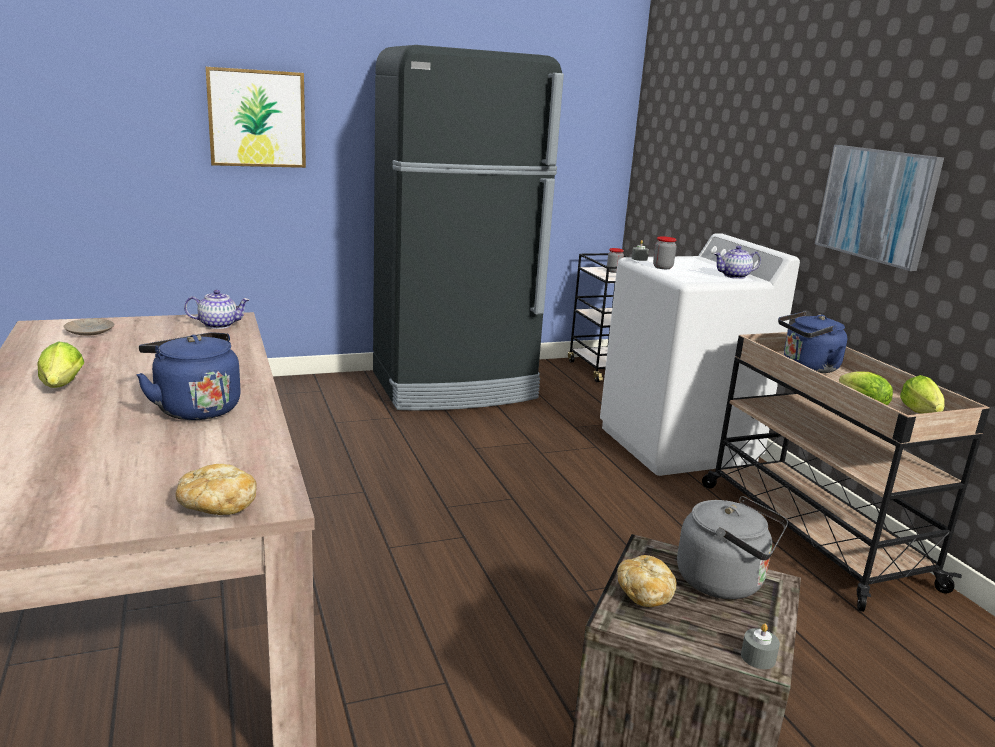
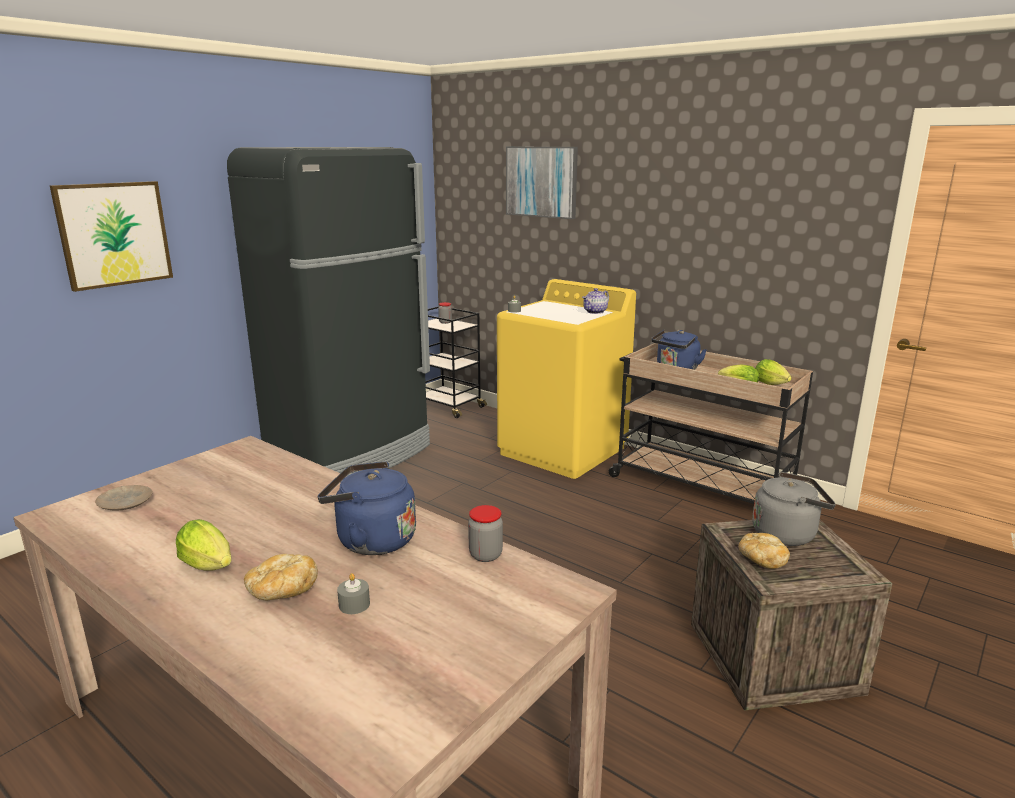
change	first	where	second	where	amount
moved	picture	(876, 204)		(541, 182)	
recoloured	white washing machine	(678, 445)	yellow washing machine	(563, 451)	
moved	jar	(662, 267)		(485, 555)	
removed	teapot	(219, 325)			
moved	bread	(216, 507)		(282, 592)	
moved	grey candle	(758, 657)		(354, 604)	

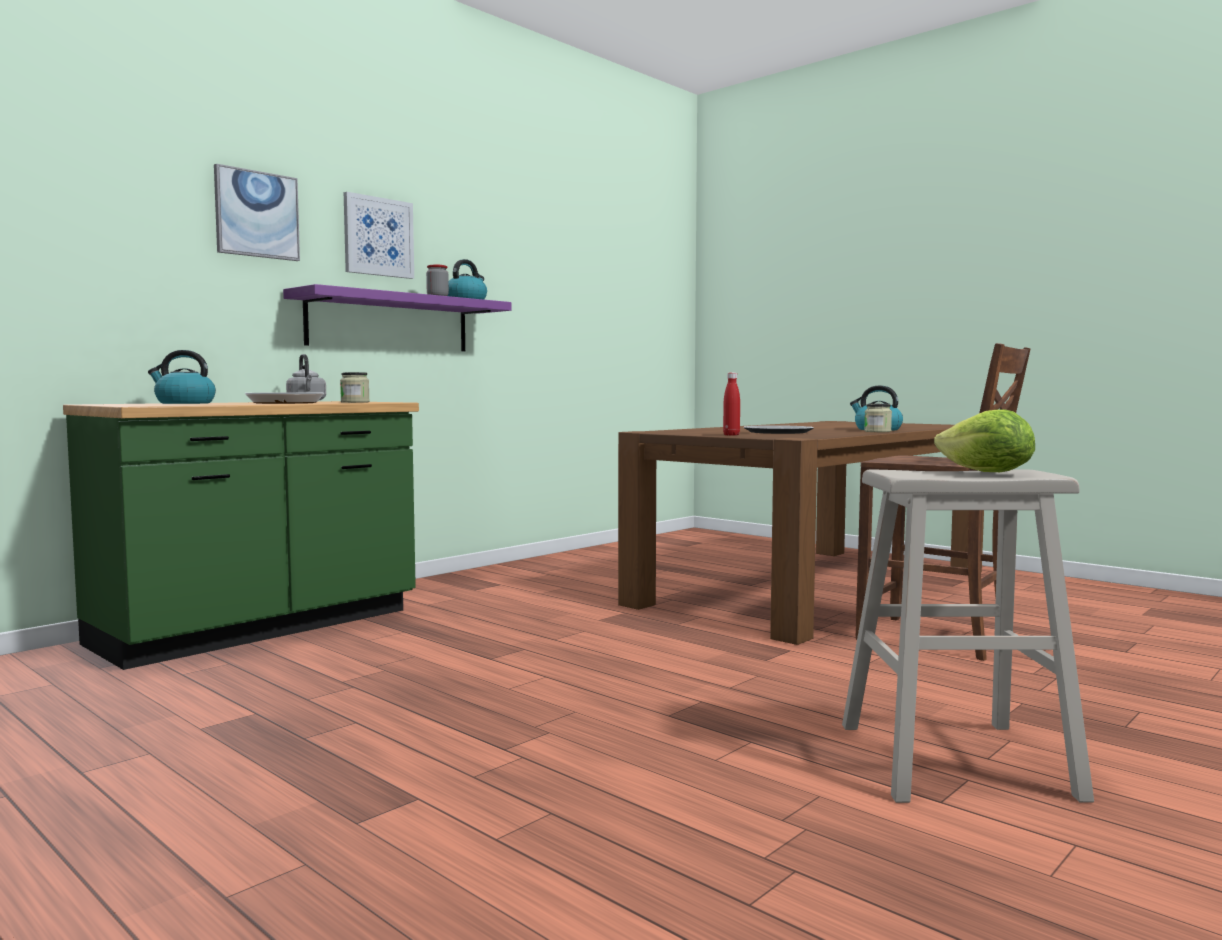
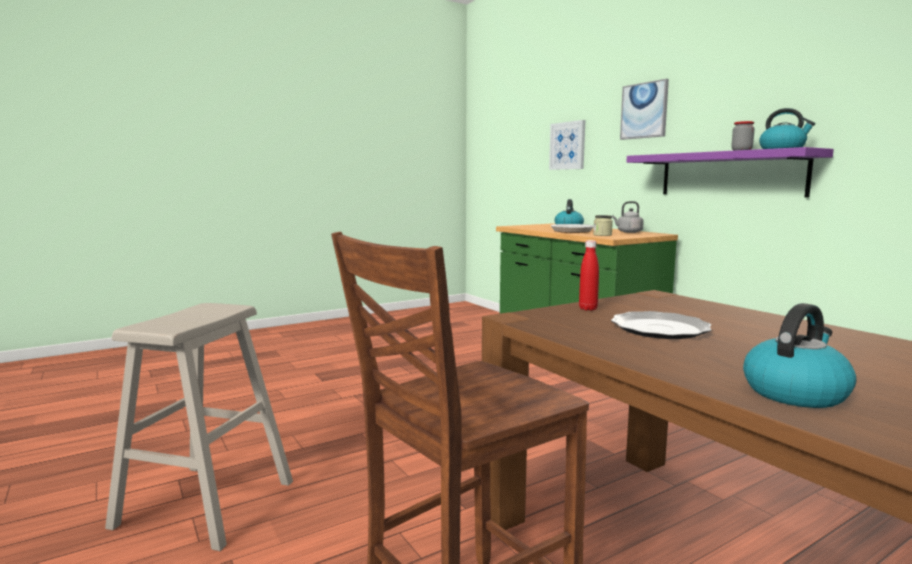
change	first	where	second	where	amount
moved	picture	(378, 237)		(567, 146)	
removed	jar	(877, 431)			
removed	lettuce	(986, 473)			

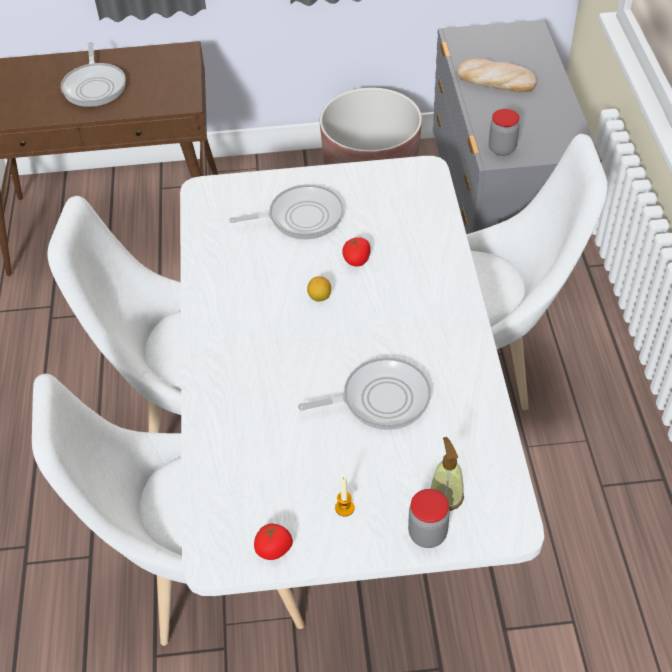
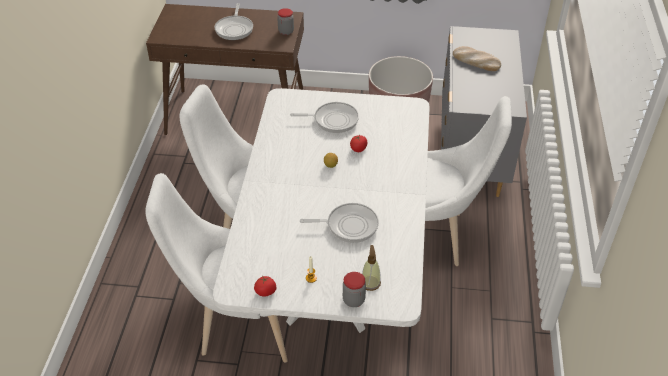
change	first	where	second	where	amount
moved	jar	(502, 149)		(286, 31)	

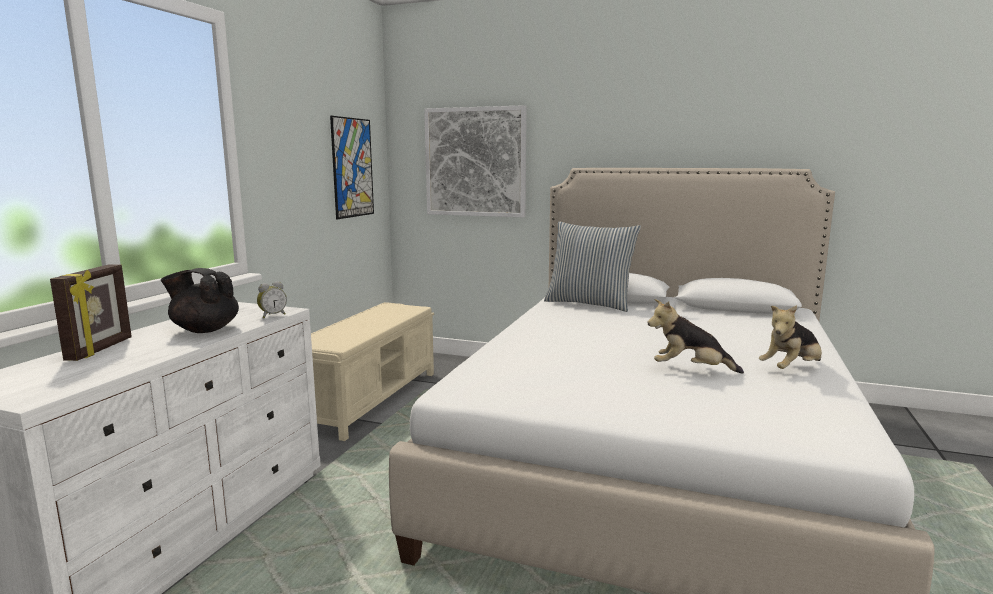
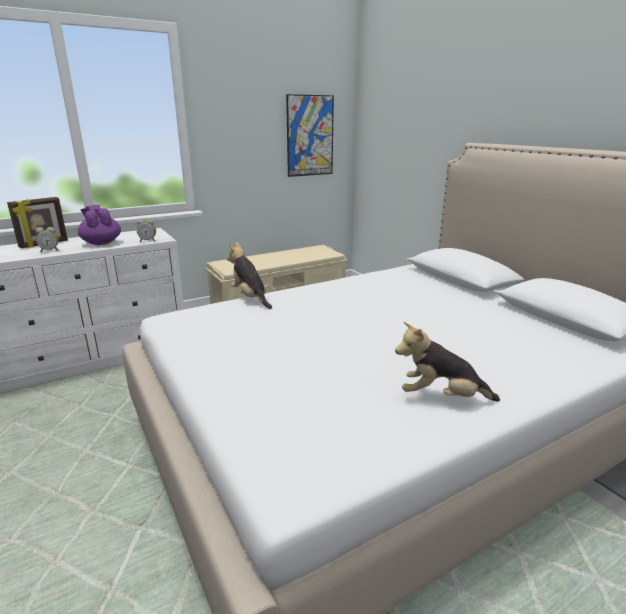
change	first	where	second	where	amount
removed	picture	(475, 162)			
removed	pillow	(589, 304)			
recoloured	black teapot	(204, 329)	purple teapot	(101, 243)	
moved	plush toy	(690, 370)		(250, 298)	
added			alarm clock	(50, 251)	

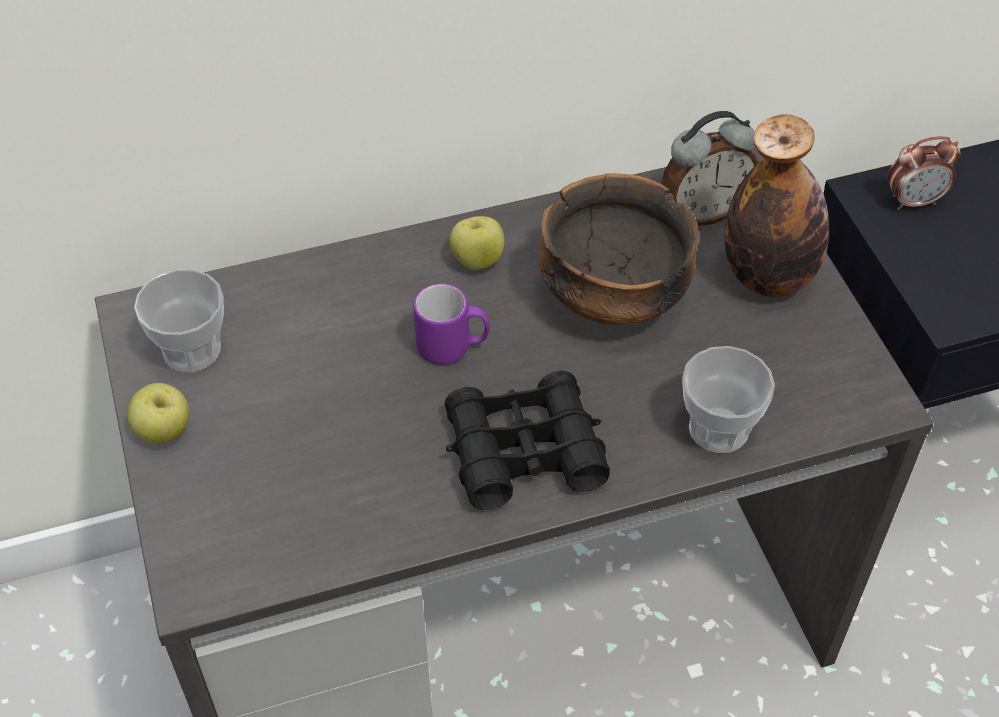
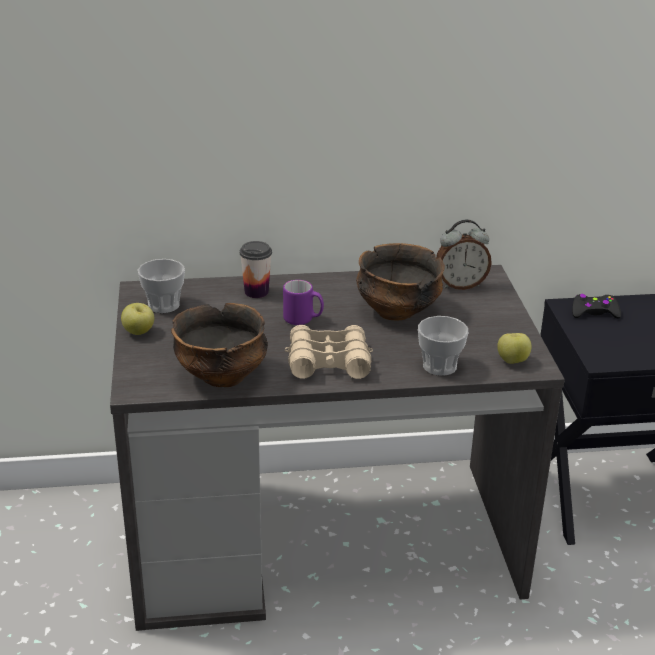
change	first	where	second	where	amount
removed	bottle	(768, 276)			
replaced	alarm clock	(913, 201)	black game controller	(594, 312)	
moved	apple	(477, 260)		(512, 361)	
recoloured	black binoculars	(524, 451)	beige binoculars	(328, 362)	
added			cup	(256, 292)	
added			bowl	(222, 376)	

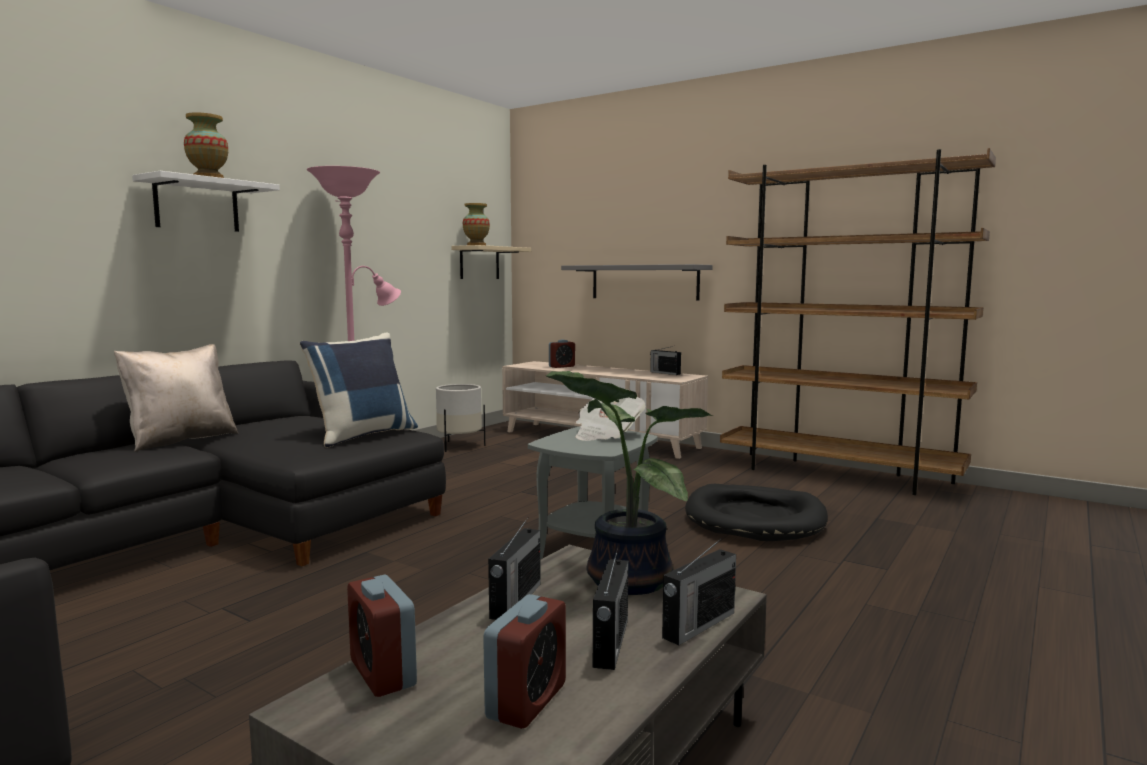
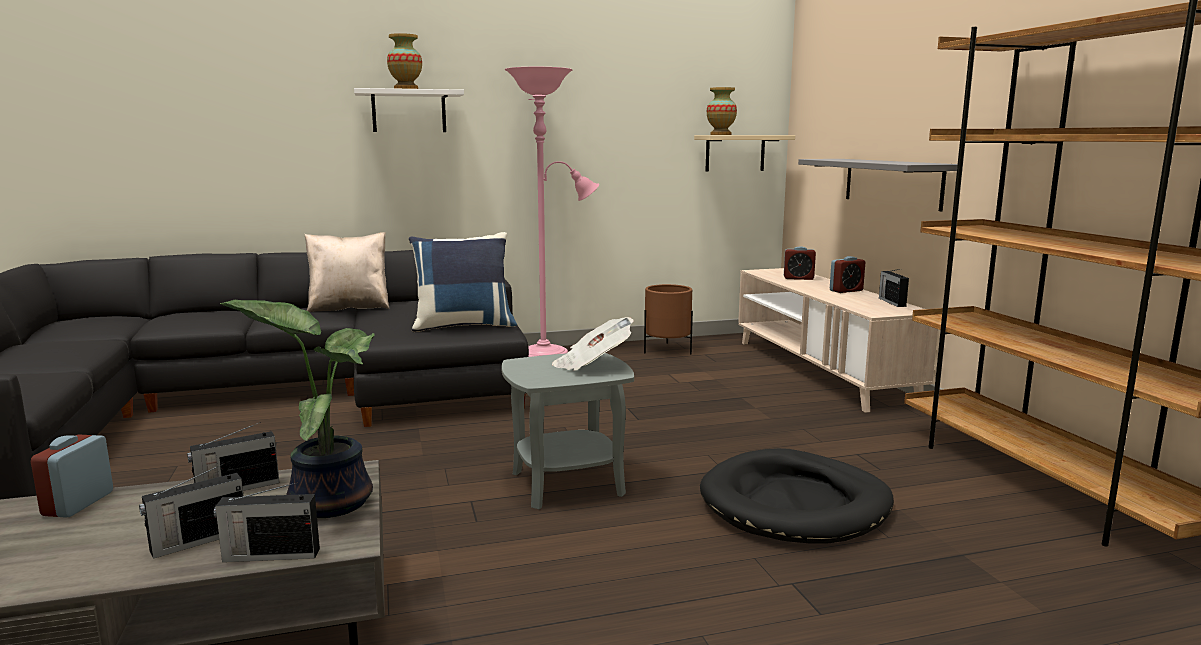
change	first	where	second	where	amount
recoloured	white planter	(459, 446)	brown planter	(667, 350)	
moved	alarm clock	(527, 701)		(846, 291)	

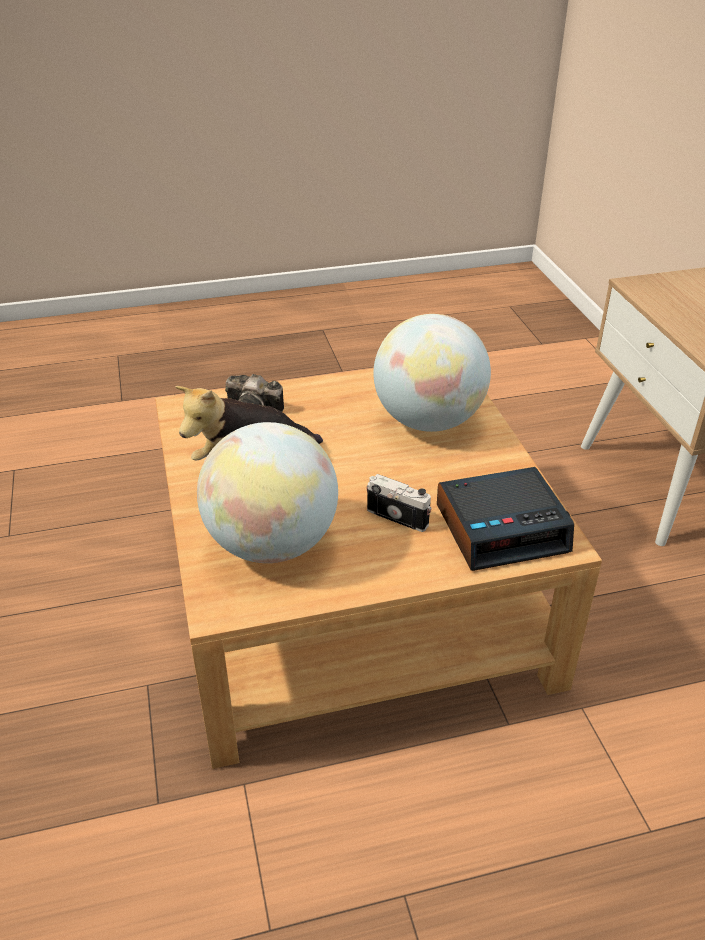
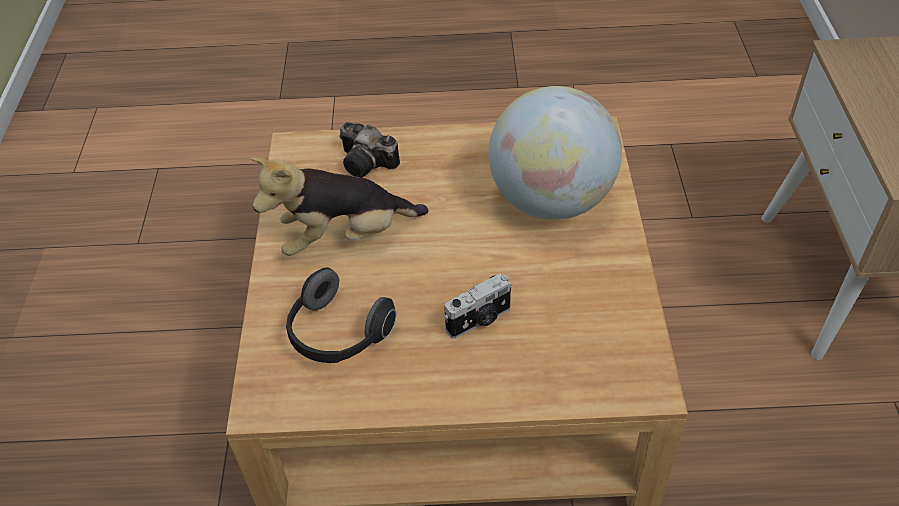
change	first	where	second	where	amount
replaced	globe	(271, 544)	headphones	(337, 334)	
removed	alarm clock	(502, 528)			
turned	photo camera	(398, 516)		(480, 320)	105 degrees clockwise

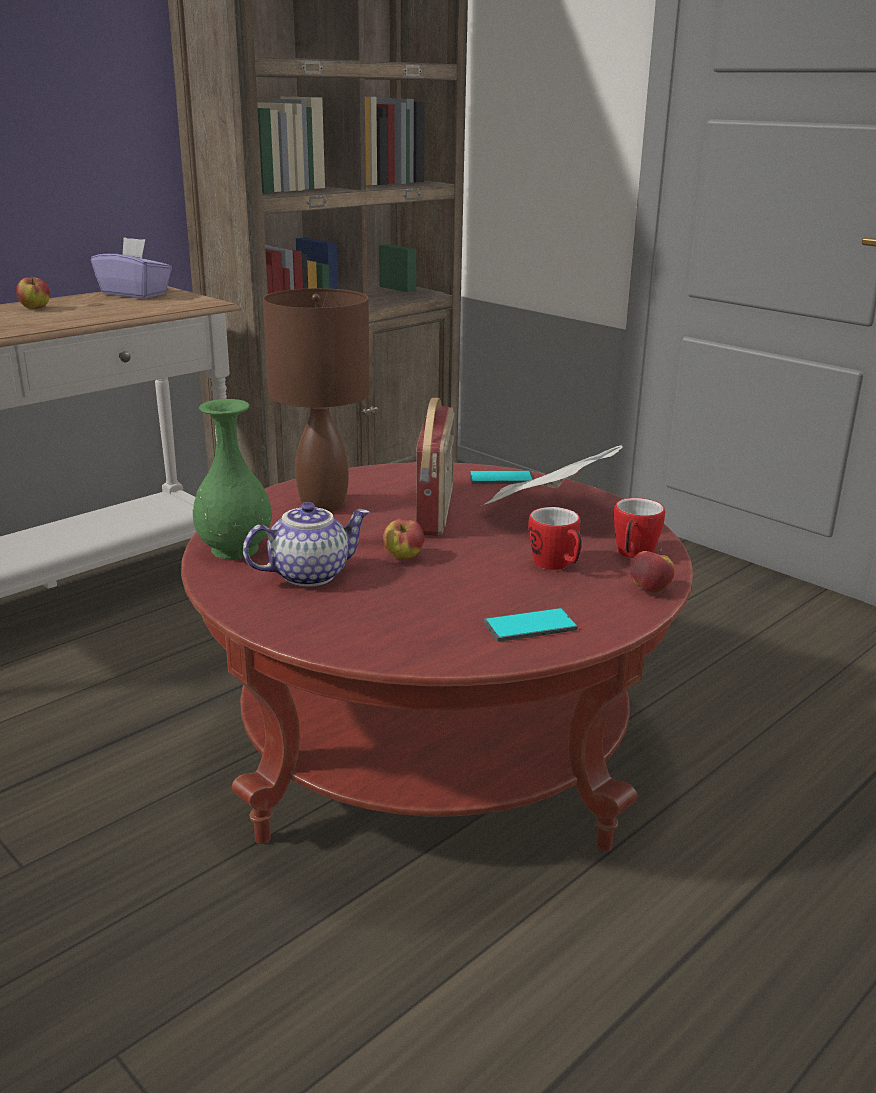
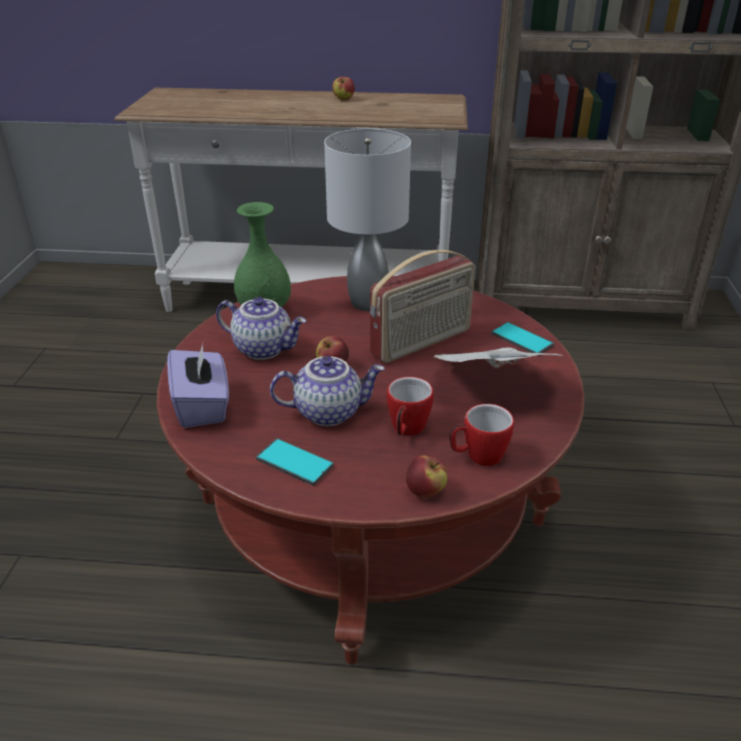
change	first	where	second	where	amount
moved	purple tissue box	(135, 294)		(202, 406)	
recoloured	brown table lamp	(324, 505)	grey table lamp	(367, 303)	
added			teapot	(329, 411)	

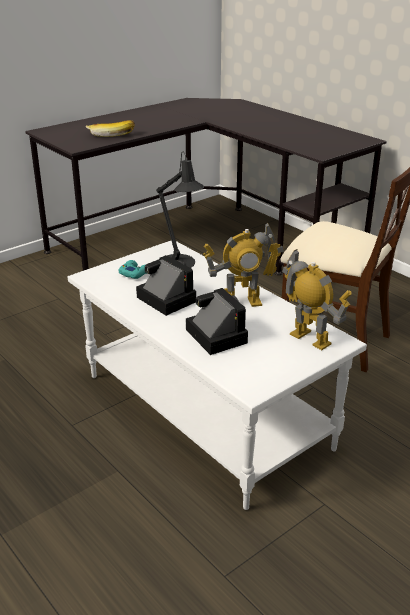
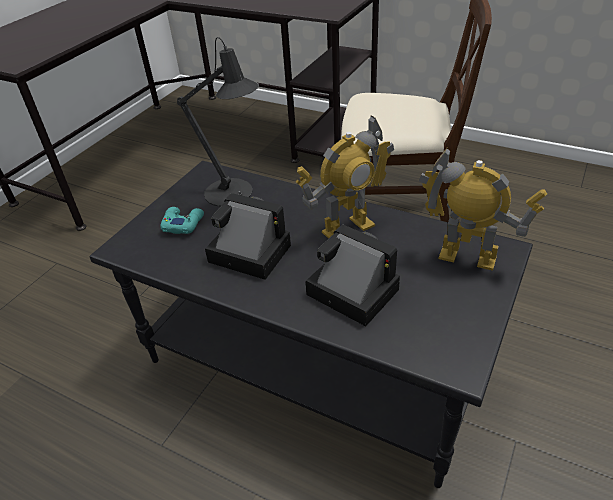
change	first	where	second	where	amount
removed	banana	(111, 134)			
recoloured	white coffee table	(203, 411)	black coffee table	(312, 363)	

